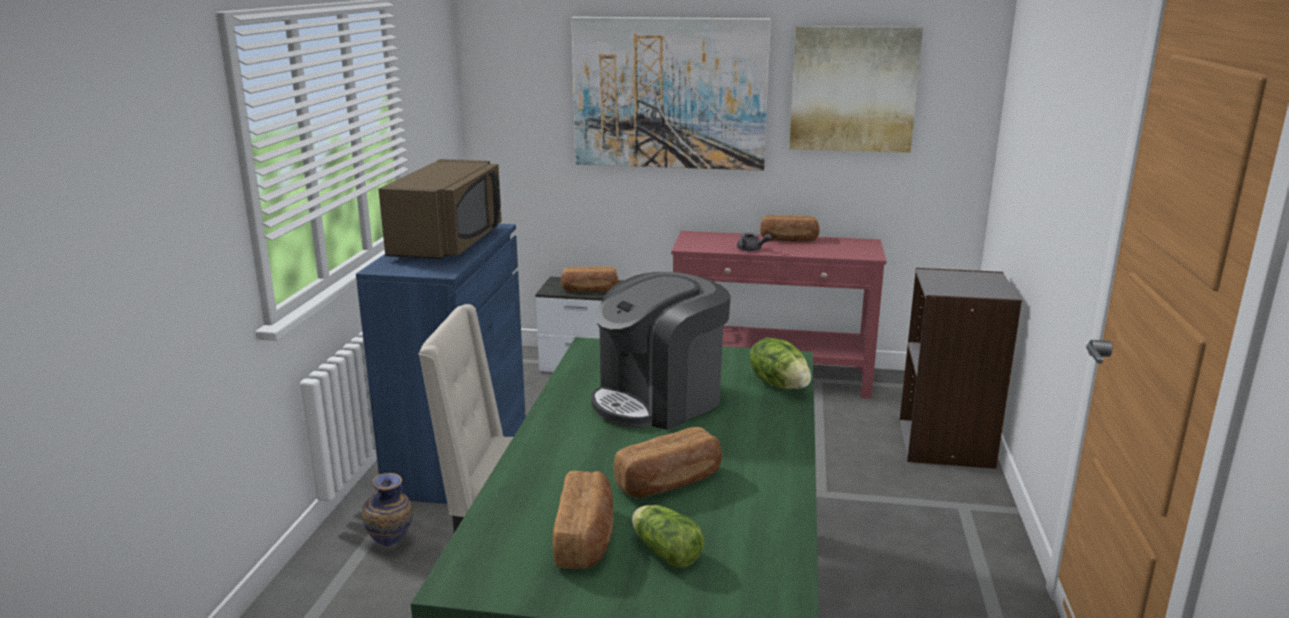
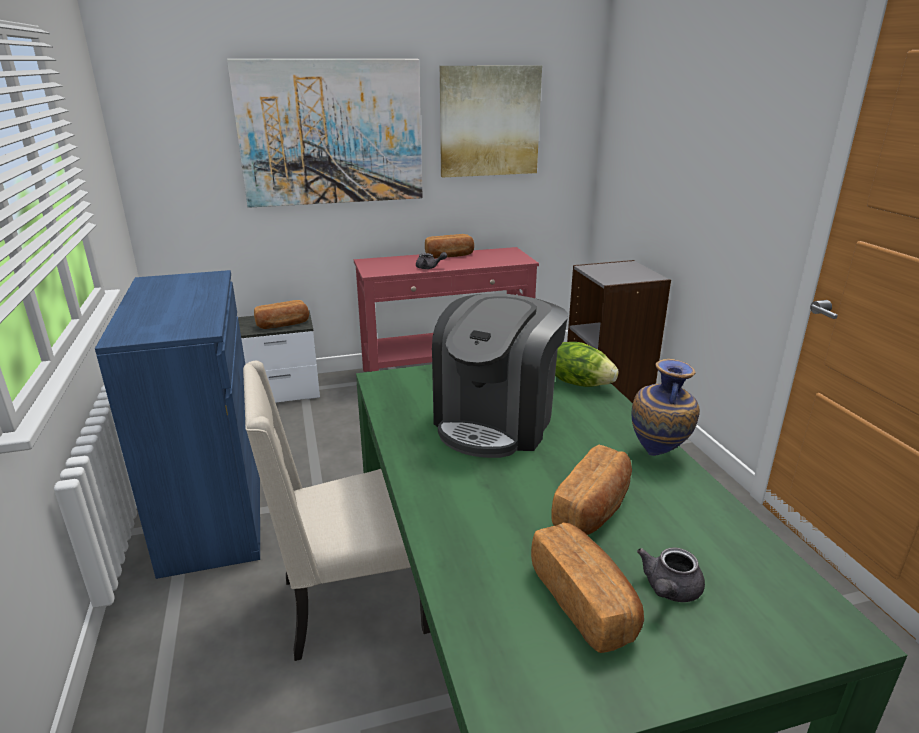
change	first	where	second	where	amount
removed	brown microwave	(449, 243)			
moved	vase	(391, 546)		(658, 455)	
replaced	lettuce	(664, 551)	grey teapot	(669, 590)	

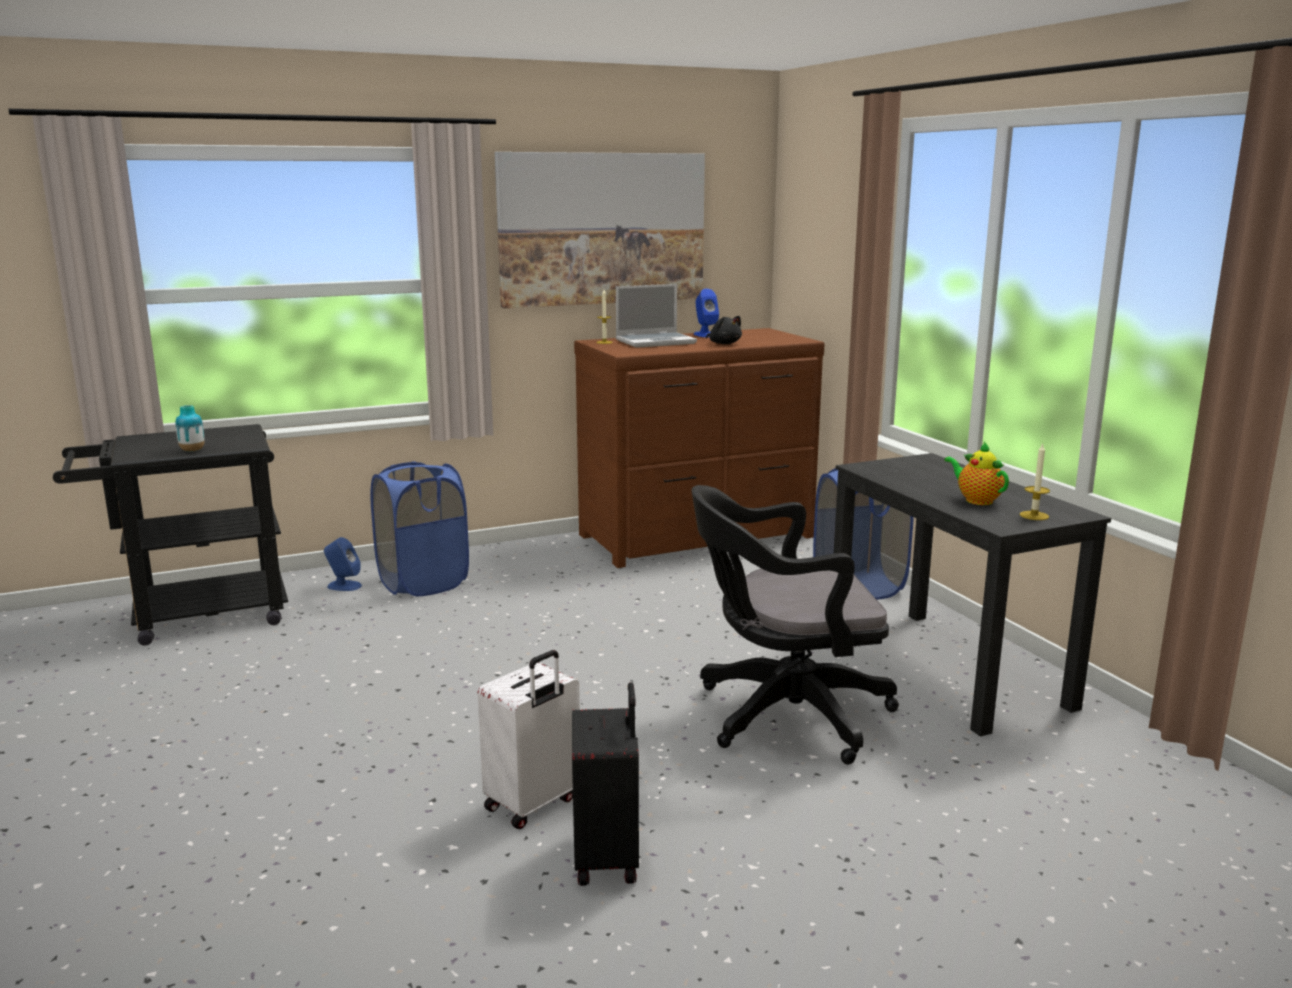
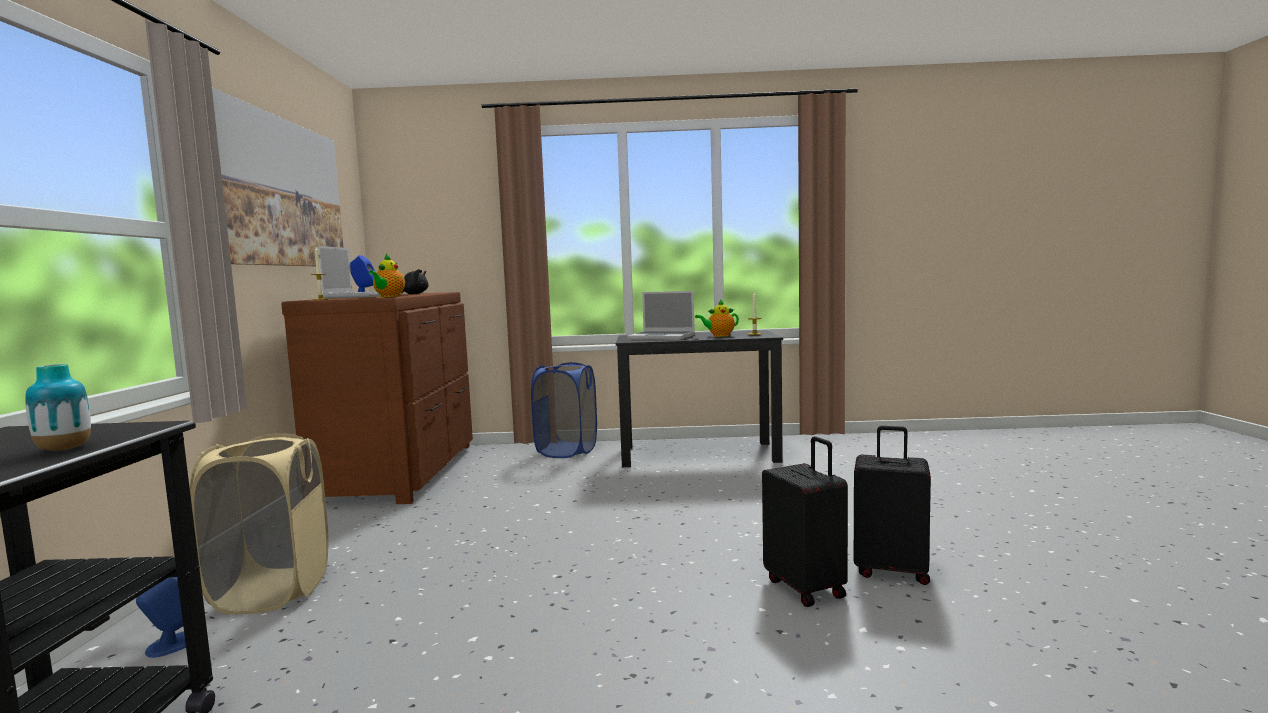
change	first	where	second	where	amount
recoloured	blue laundry basket	(423, 583)	beige laundry basket	(272, 590)	
removed	black office chair	(783, 715)			
recoloured	white suitcase	(533, 804)	black suitcase	(806, 587)	
added			teapot	(388, 296)	
added			laptop	(663, 337)	

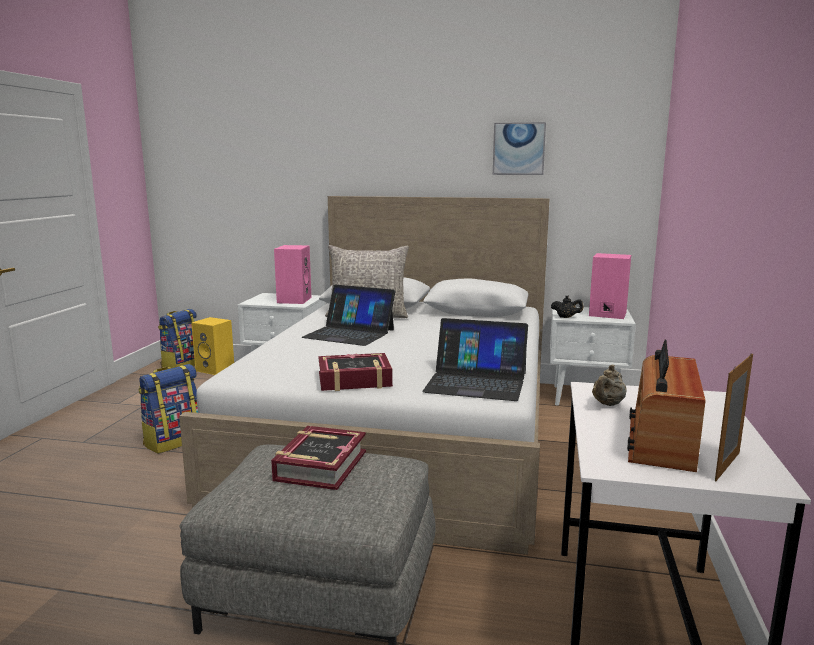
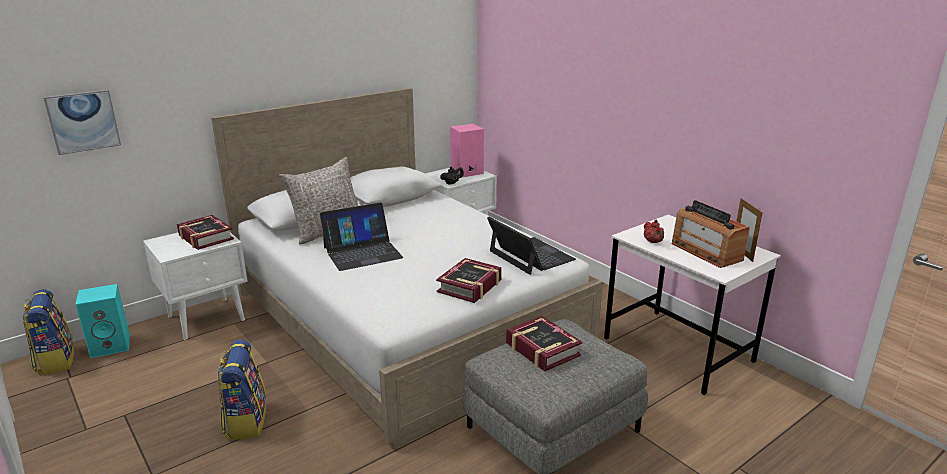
change	first	where	second	where	amount
moved	picture	(518, 149)		(83, 121)	
replaced	pink speaker	(293, 300)	book	(205, 237)	
recoloured	yellow speaker	(216, 369)	turquoise speaker	(112, 345)	
turned	laptop	(476, 382)		(530, 255)	90 degrees counterclockwise
recoloured	beige teapot	(607, 404)	red teapot	(653, 242)	

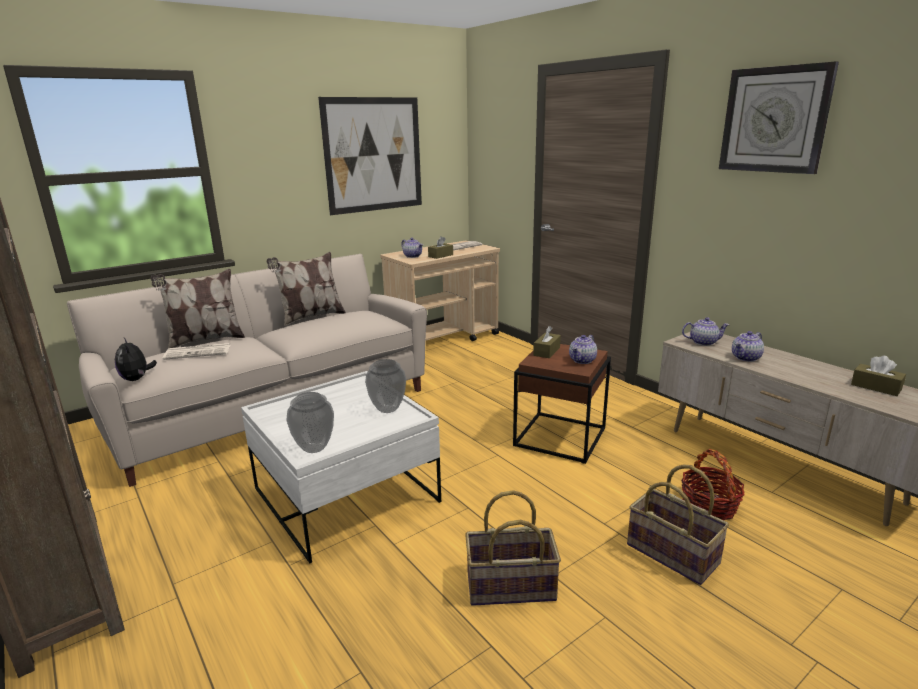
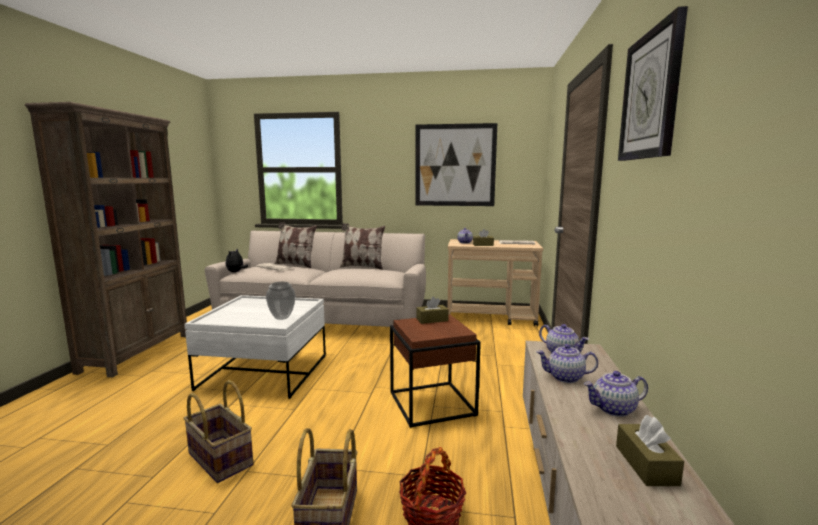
change	first	where	second	where	amount
moved	teapot	(582, 360)		(613, 409)	
removed	vase	(314, 448)			

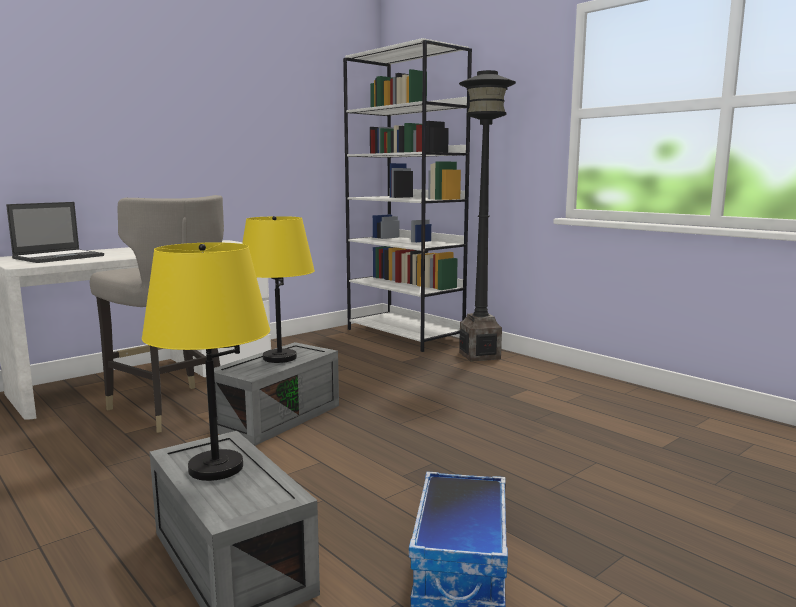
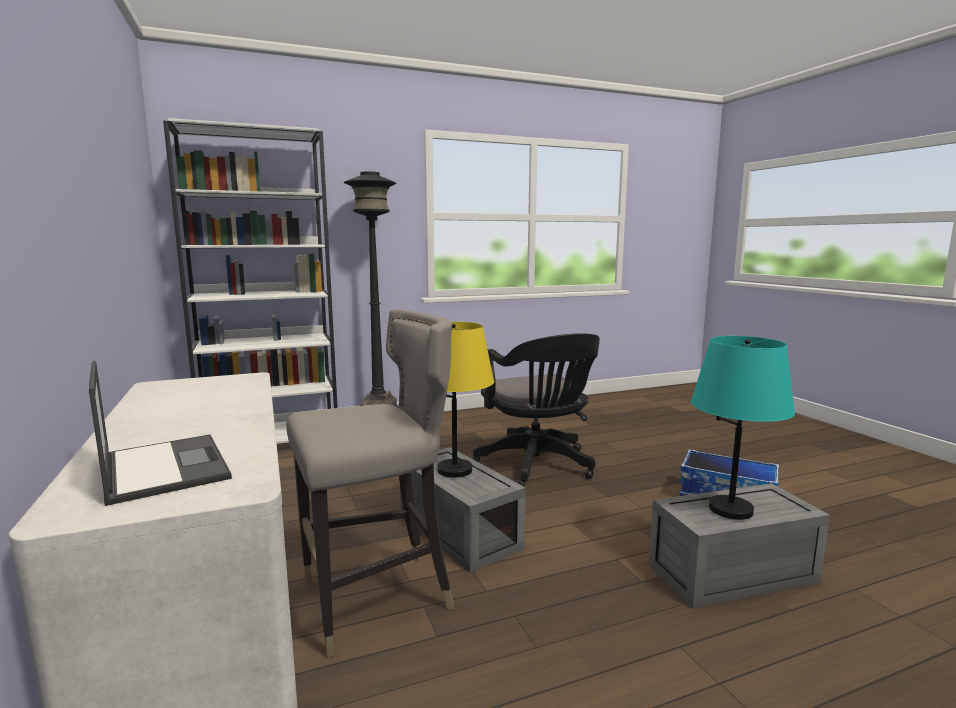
change	first	where	second	where	amount
recoloured	yellow table lamp	(215, 468)	turquoise table lamp	(731, 509)	
added			black office chair	(538, 466)	

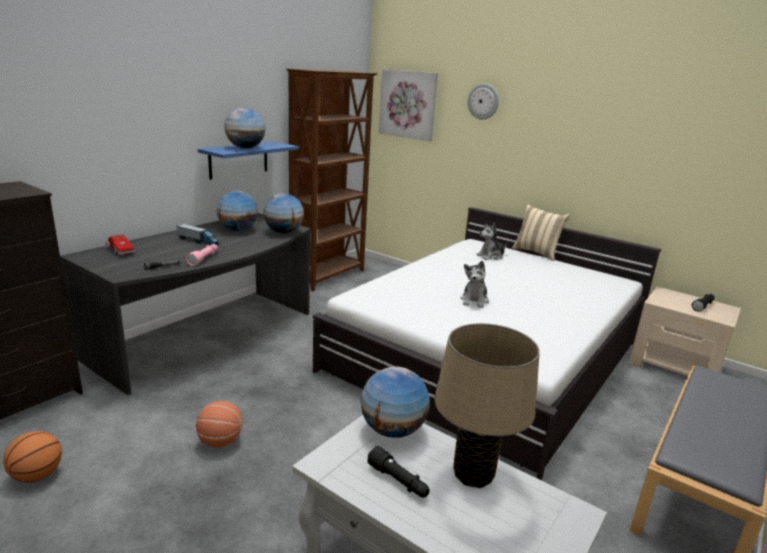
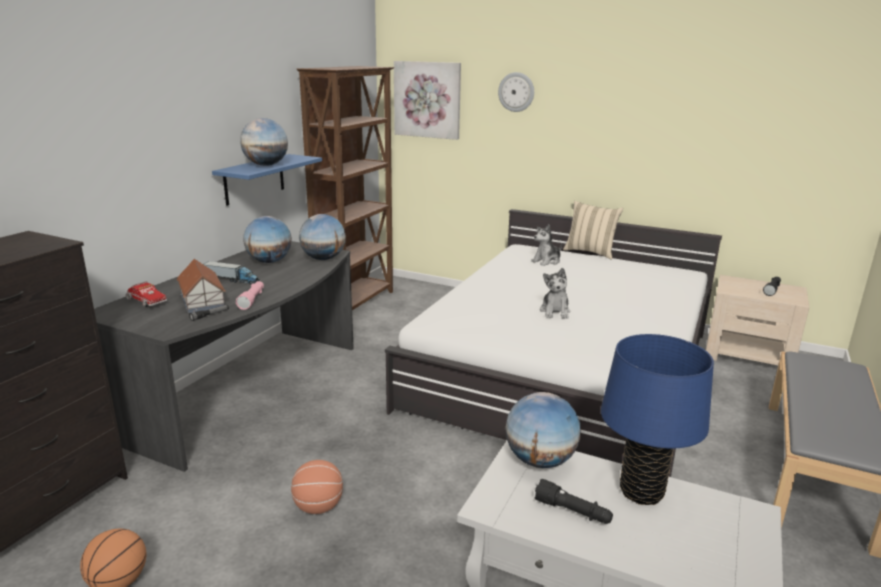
change	first	where	second	where	amount
recoloured	beige table lamp	(473, 474)	blue table lamp	(641, 492)	
added			toy house	(202, 300)	

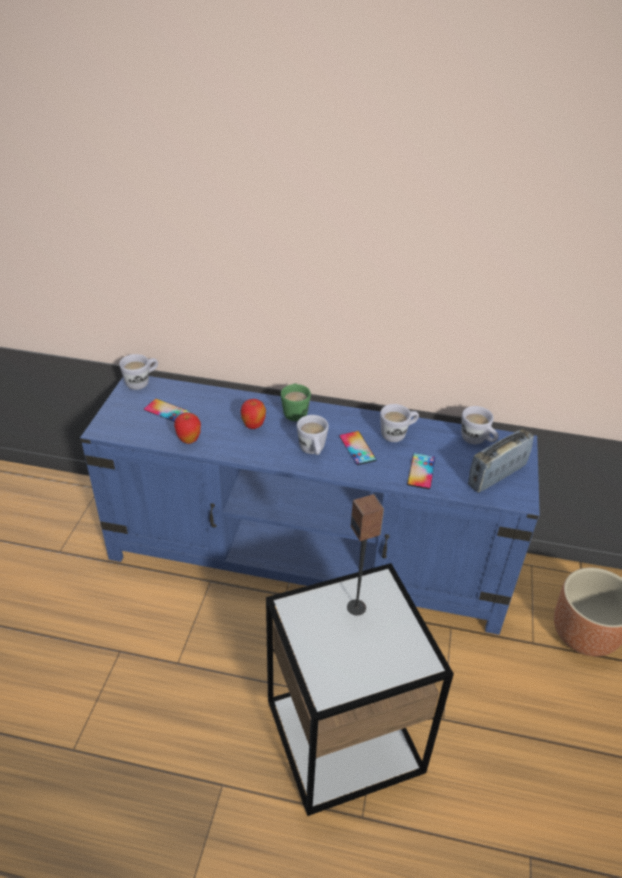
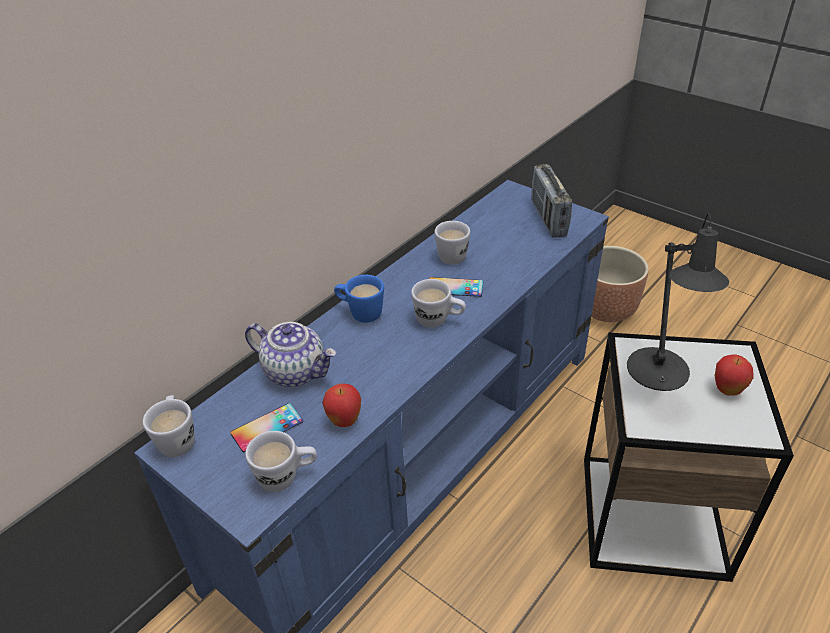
change	first	where	second	where	amount
recoloured	green mug	(295, 412)	blue mug	(360, 313)	
moved	apple	(253, 426)		(727, 390)	
moved	white mug	(477, 441)		(286, 477)	
removed	phone	(421, 471)			
replaced	speaker	(357, 607)	black table lamp	(659, 375)	
added			teapot	(296, 371)	

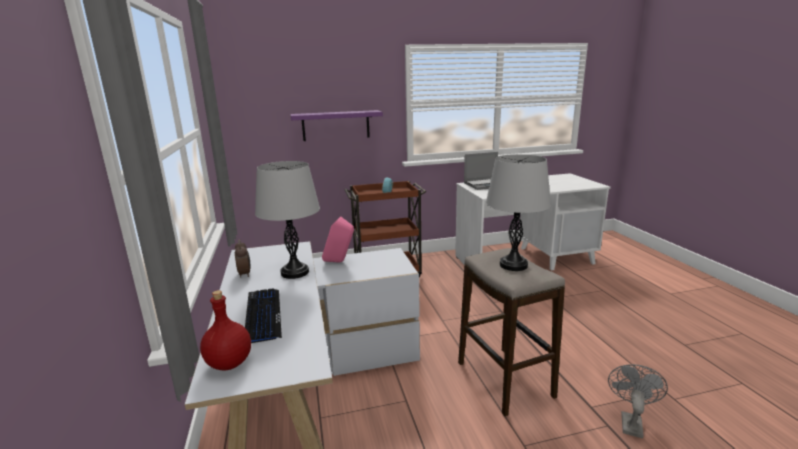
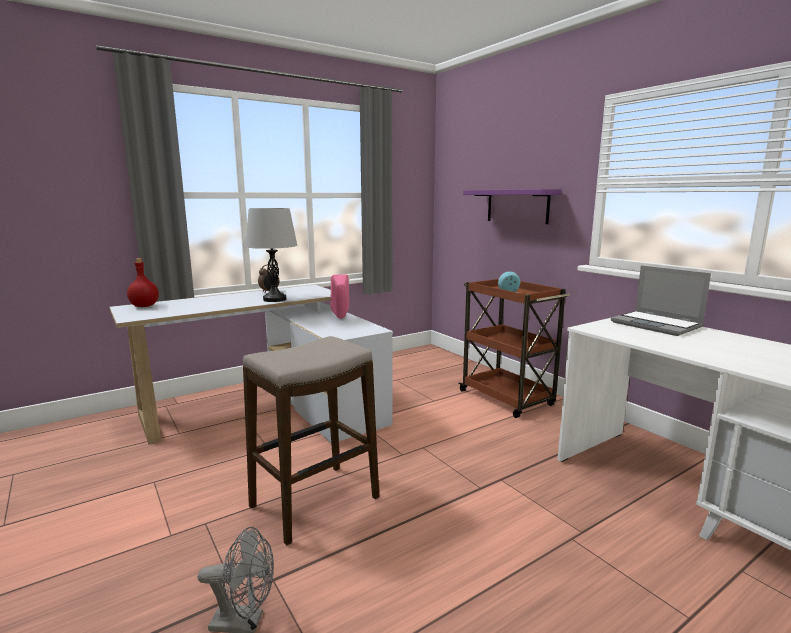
change	first	where	second	where	amount
removed	grey table lamp	(513, 265)			
removed	keyboard	(263, 315)			

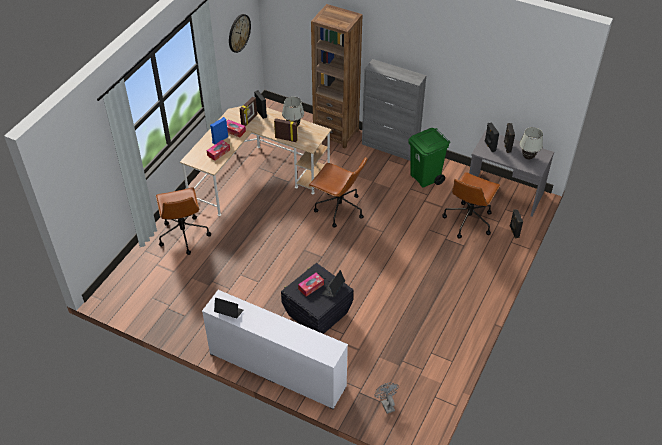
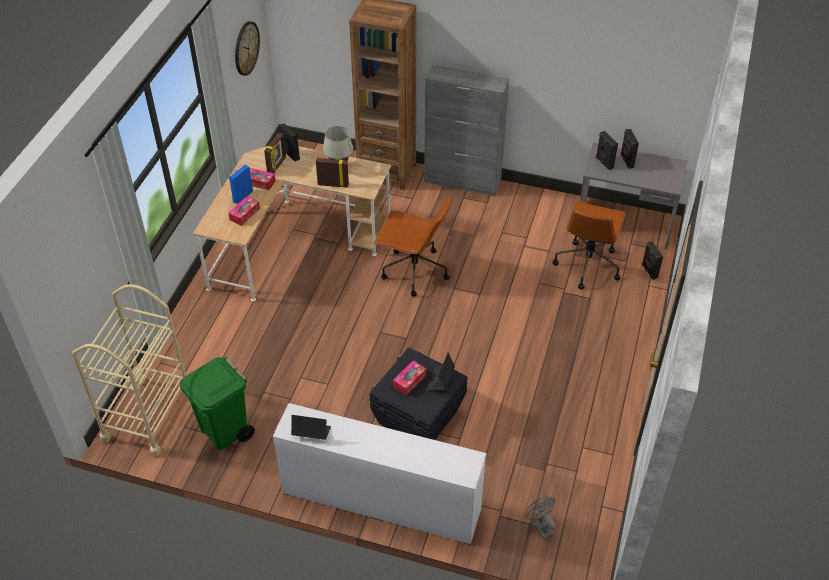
change	first	where	second	where	amount
removed	white table lamp	(528, 157)			
moved	green trash can	(425, 178)		(225, 431)	
removed	brown office chair	(183, 235)			
added			beige cart	(147, 416)	

